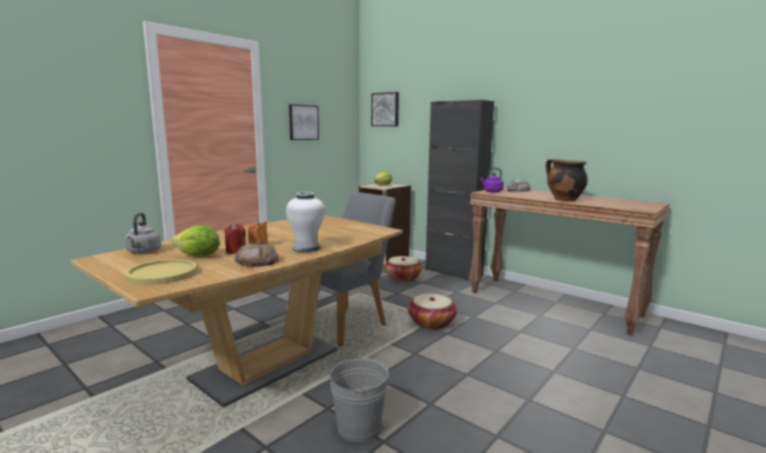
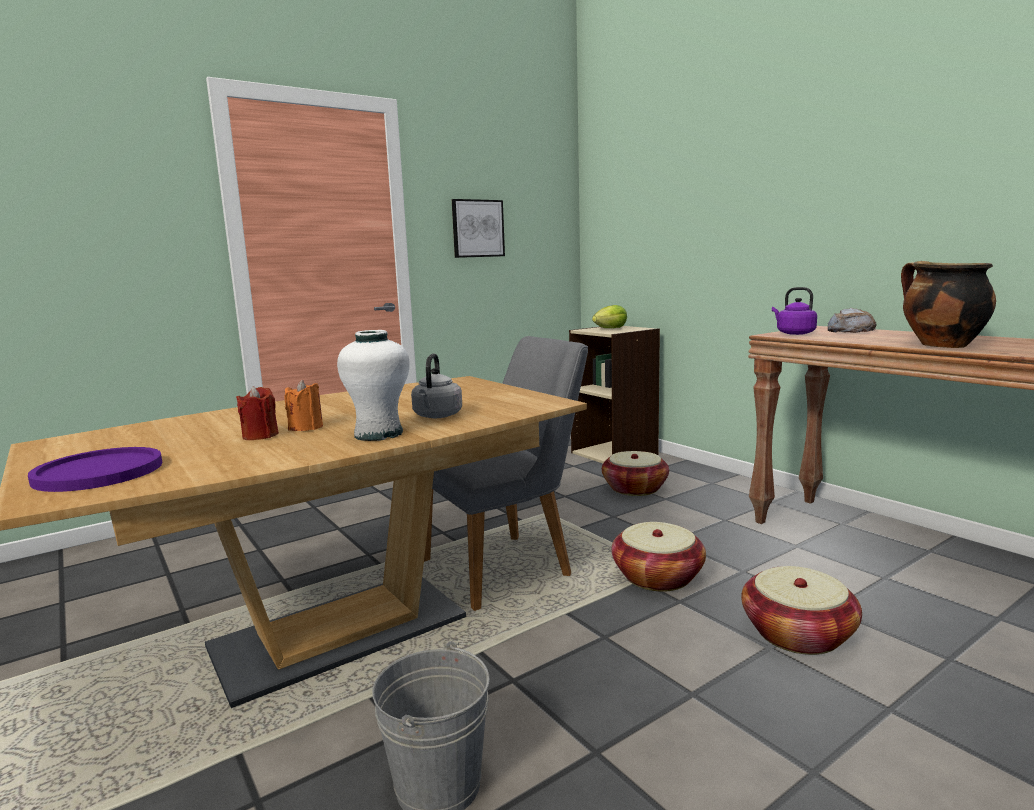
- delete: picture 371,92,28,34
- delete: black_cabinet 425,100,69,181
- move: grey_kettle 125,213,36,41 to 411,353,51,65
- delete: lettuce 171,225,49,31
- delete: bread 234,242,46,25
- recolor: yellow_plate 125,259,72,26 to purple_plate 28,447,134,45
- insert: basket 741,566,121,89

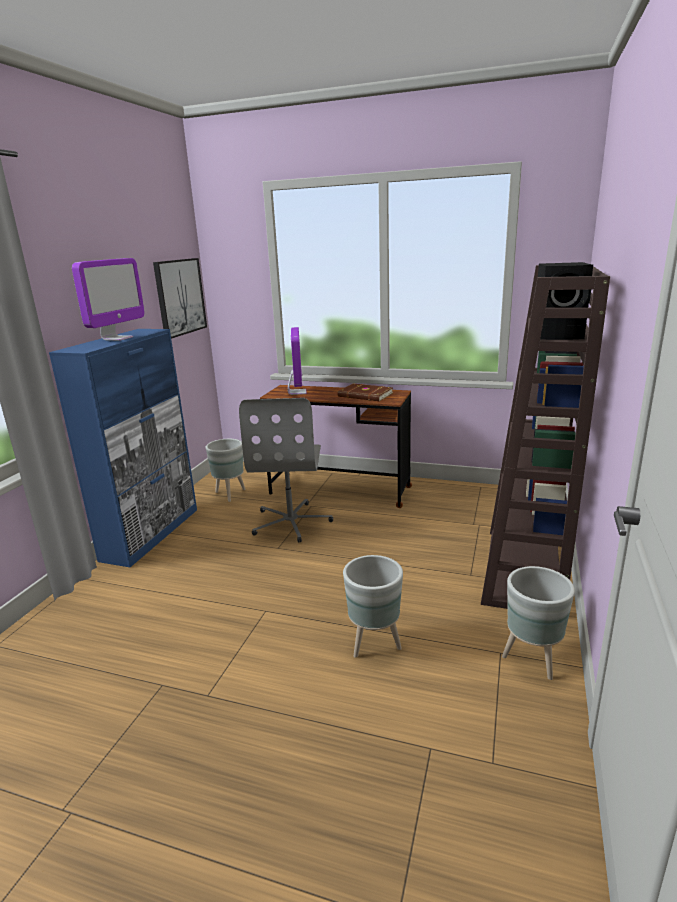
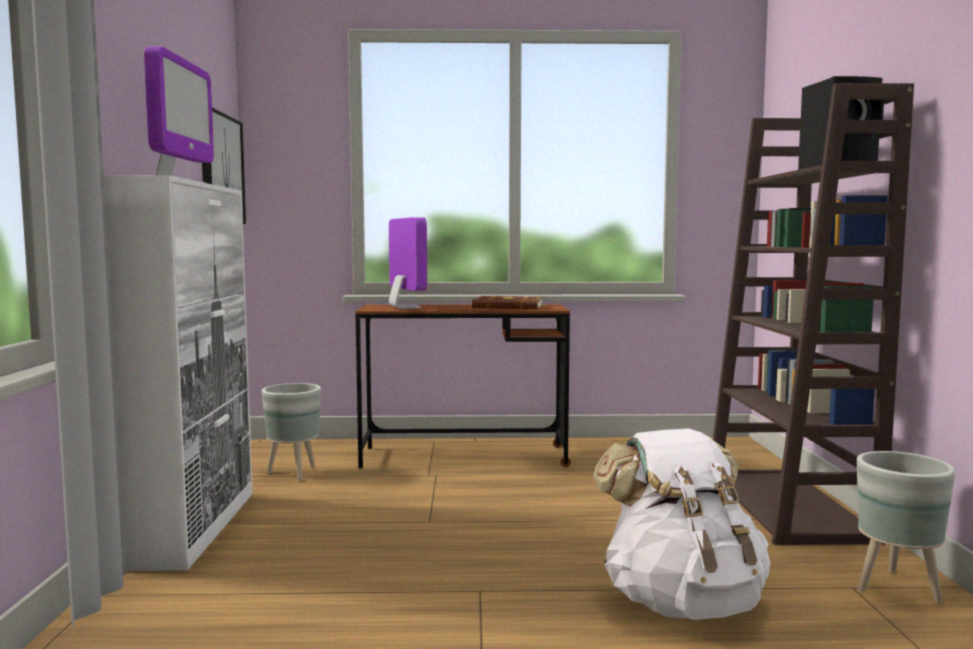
- recolor: blue_cabinet 49,329,148,238 to white_cabinet 104,175,148,396
- delete: grey_office_chair 239,398,94,145
- replace: grey_planter 343,555,60,103 to white_backpack 593,428,177,192

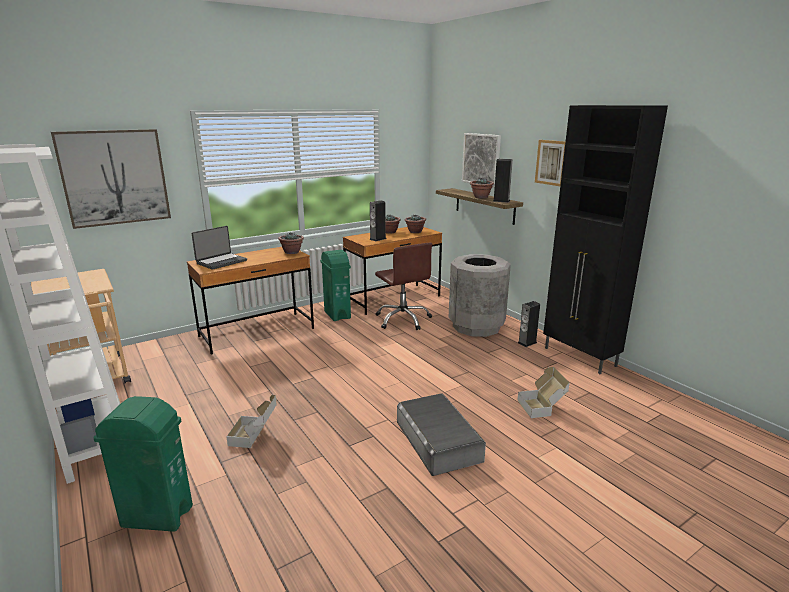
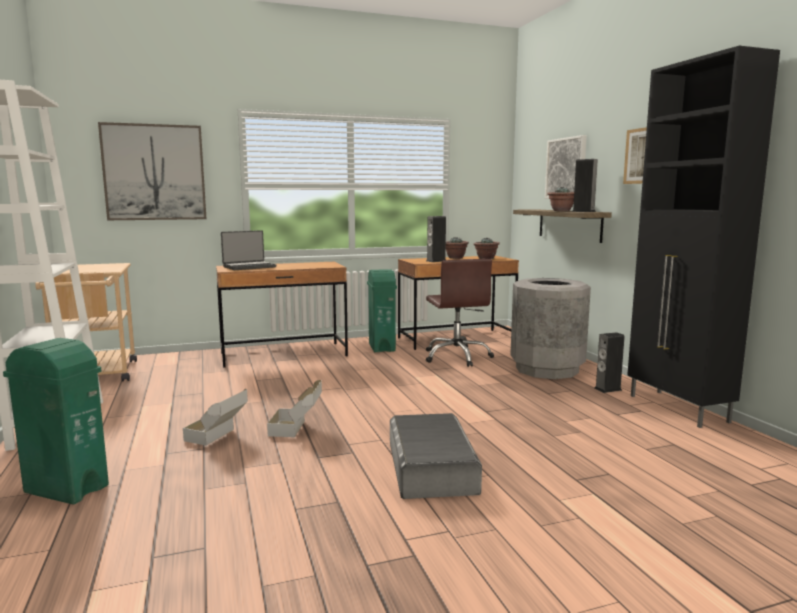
- delete: potted_plant 278,232,26,22
- move: cardboard_box 517,367,53,51 to 267,380,55,57

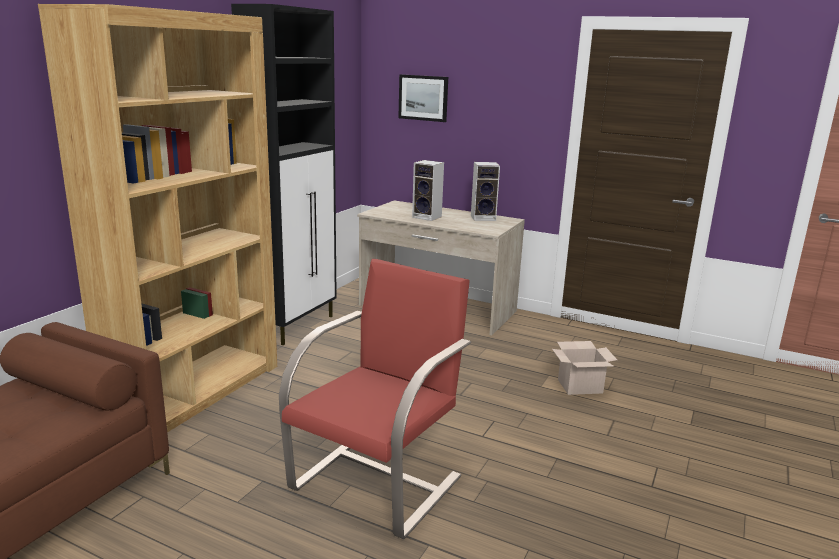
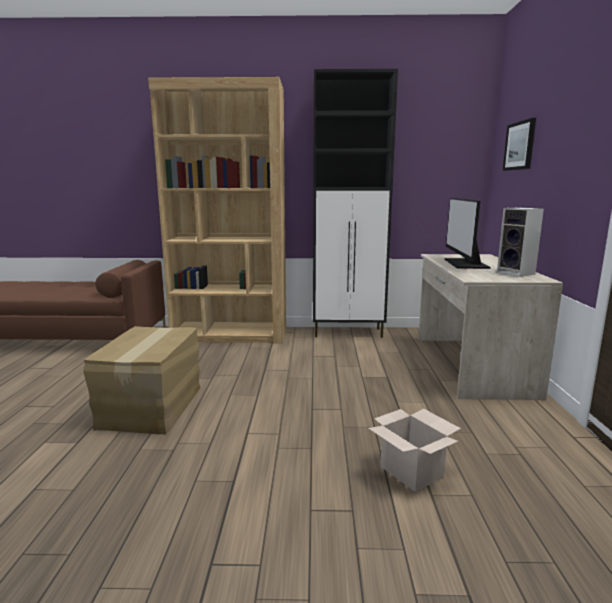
- replace: speaker 412,160,32,61 to monitor 445,198,45,71
- replace: red_armchair 279,259,192,280 to cardboard_box 84,326,116,108

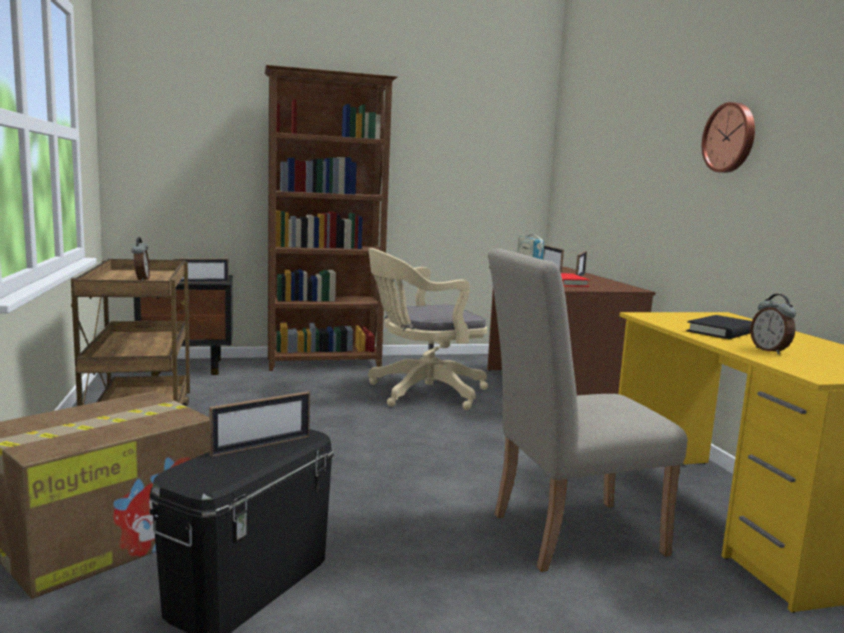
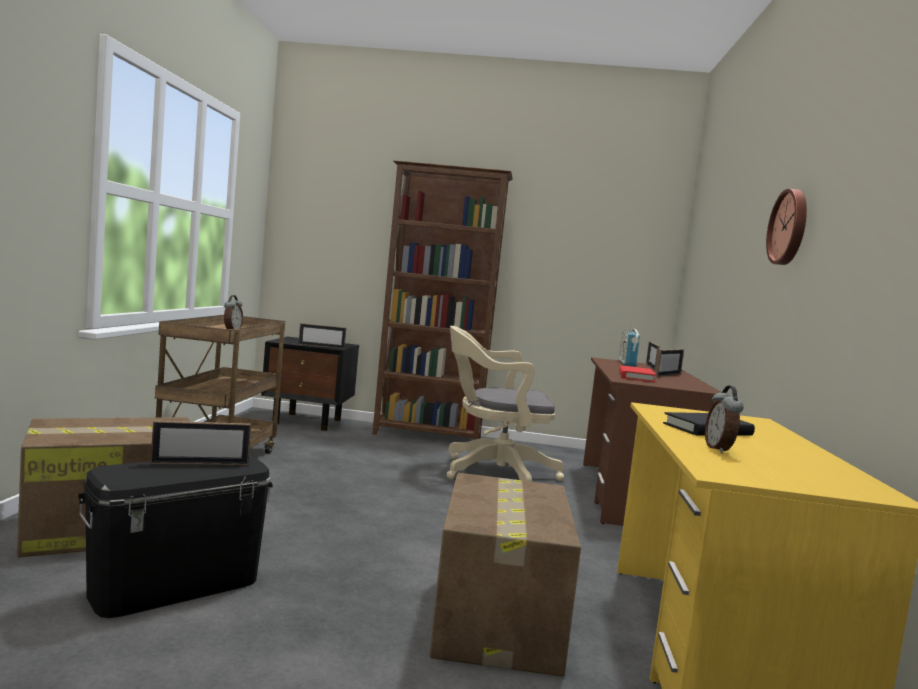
- replace: beige_chair 488,248,199,324 to cardboard_box 430,473,151,204

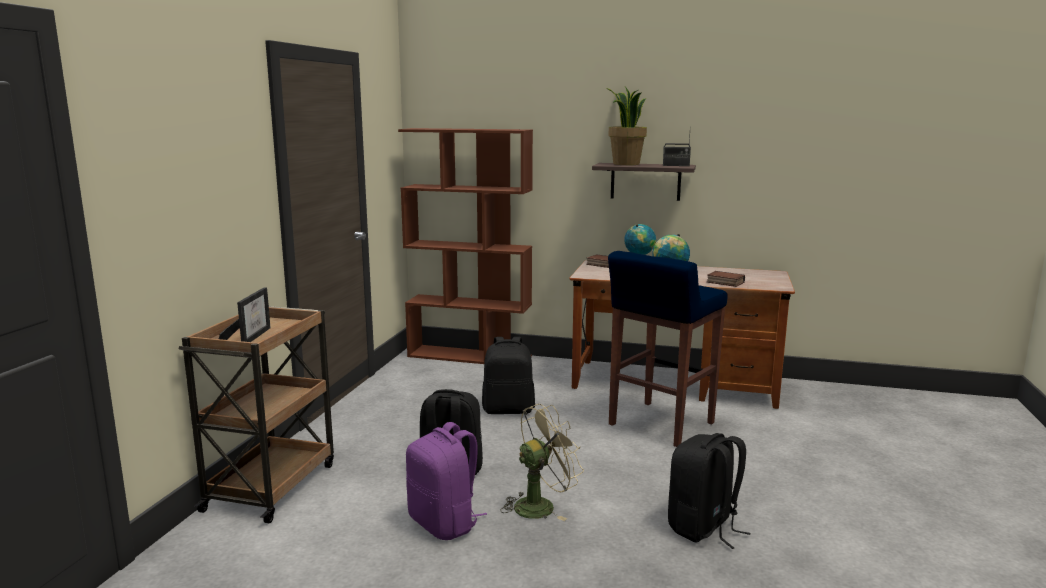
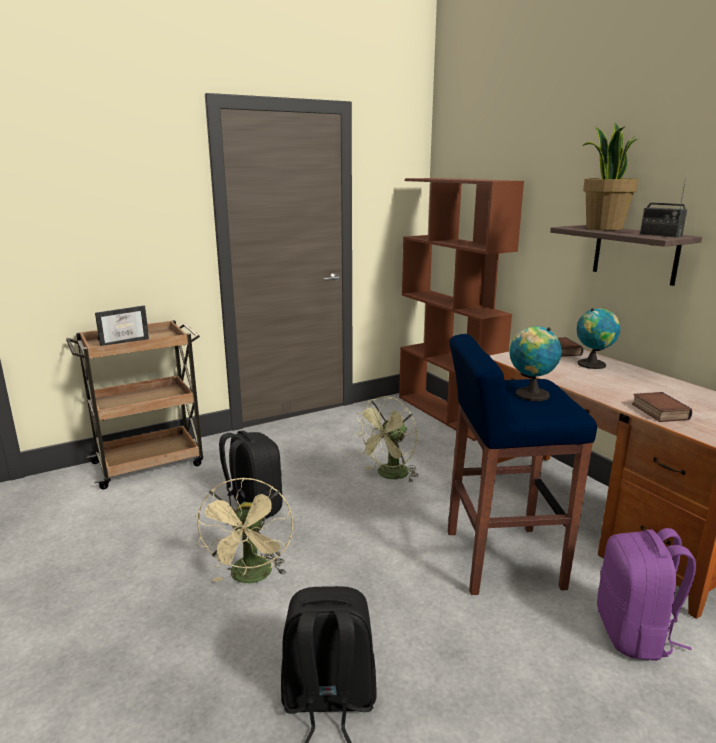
- replace: black_backpack 482,337,53,77 to green_fan 354,396,65,87
- rotate: beige_fan 502,404,82,117 = 196,478,97,105 75 degrees clockwise
- move: purple_backpack 406,422,81,118 to 597,528,99,133

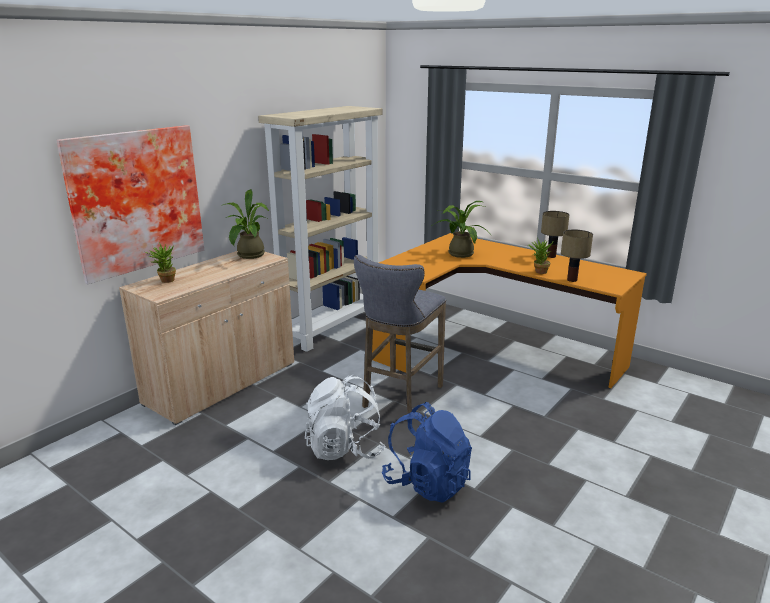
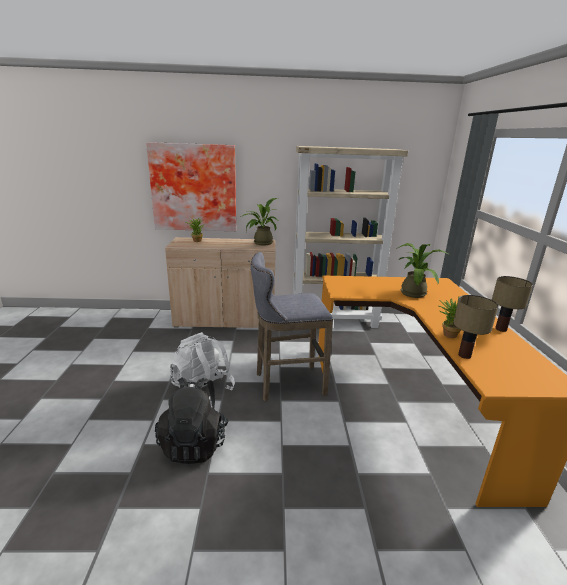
- recolor: blue_backpack 382,402,90,101 to black_backpack 155,377,74,87

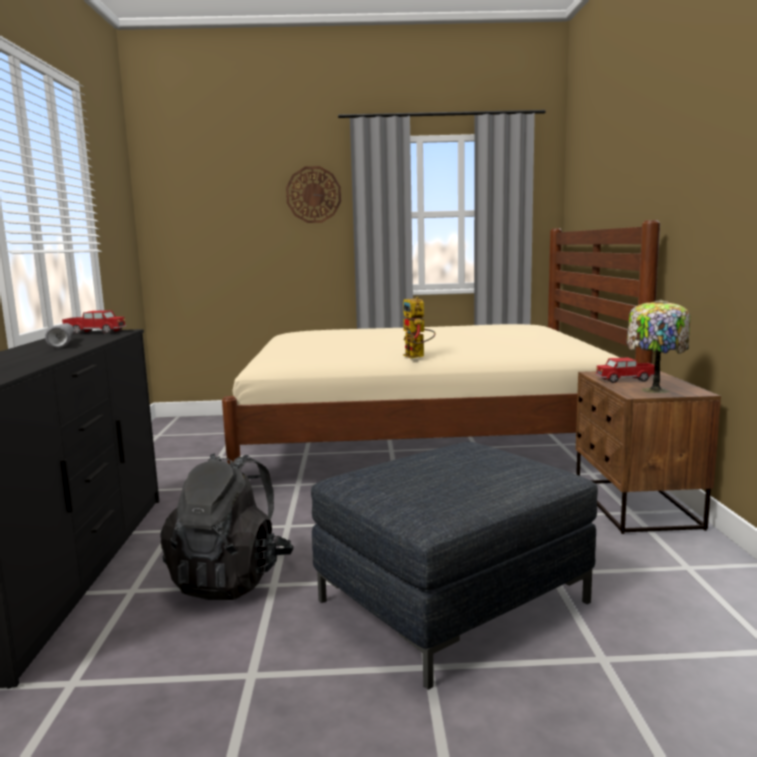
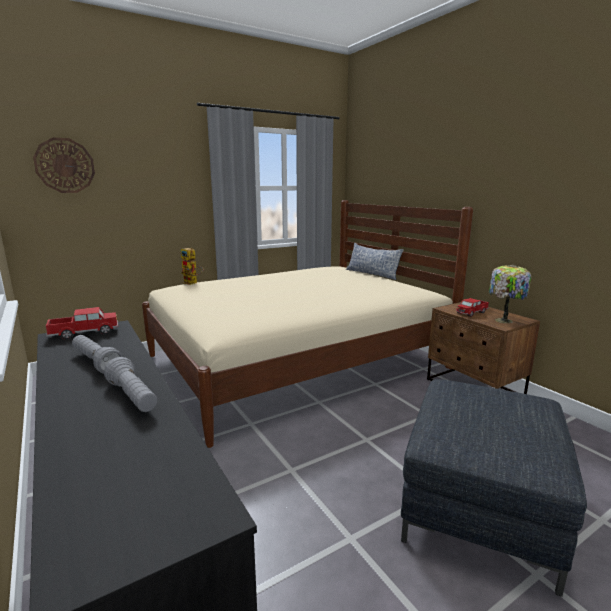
- move: wall_clock 286,166,55,57 to 33,137,62,56
- move: toy_robot 403,297,32,61 to 181,248,23,37
- delete: black_backpack 160,453,134,147
- insert: pillow 346,243,58,37
- insert: grey_flashlight 104,357,54,55

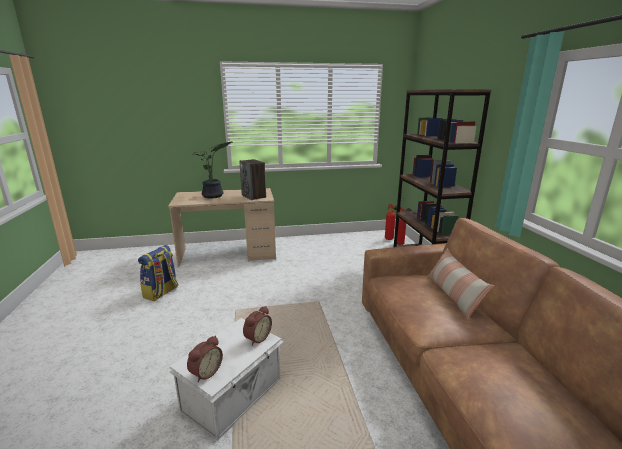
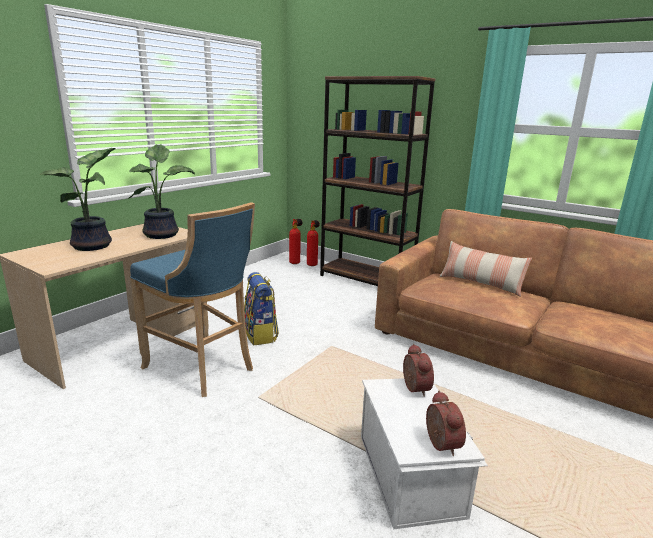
- replace: speaker 239,159,27,41 to potted_plant 128,144,67,95
- move: backpack 138,245,40,56 to 244,272,35,73
- insert: blue_stool 130,202,125,195

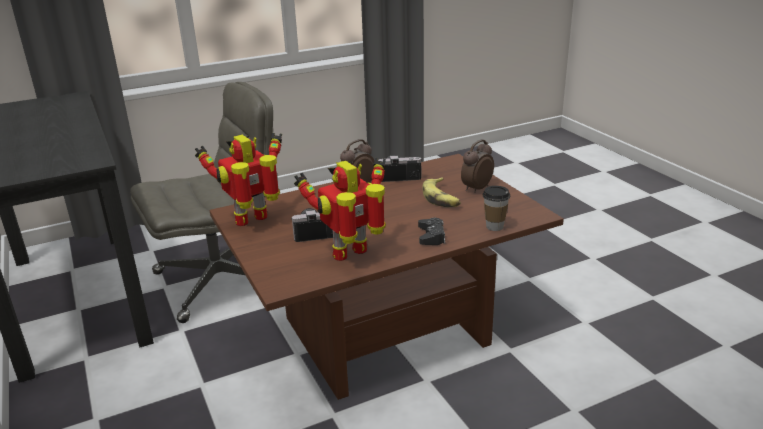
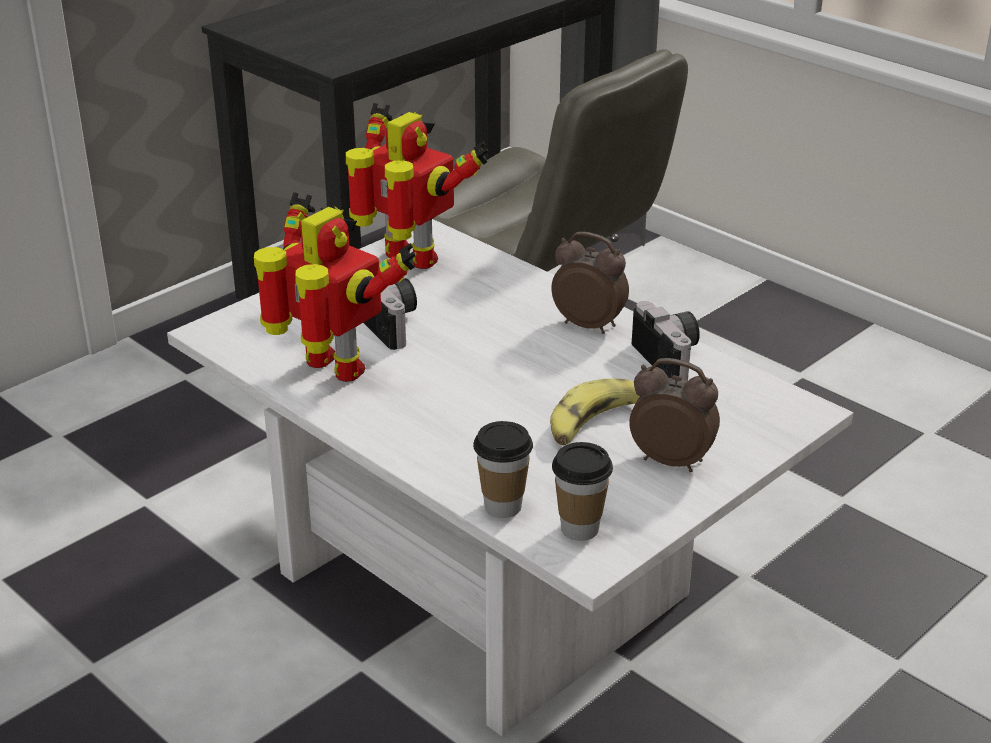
- recolor: brown_coffee_table 209,154,355,246 to white_coffee_table 167,219,686,517
- delete: black_game_controller 418,218,28,27
- insert: cup 552,442,61,99

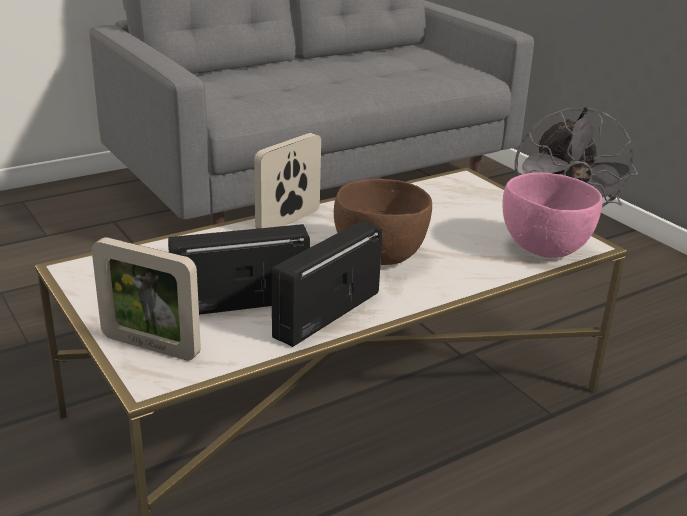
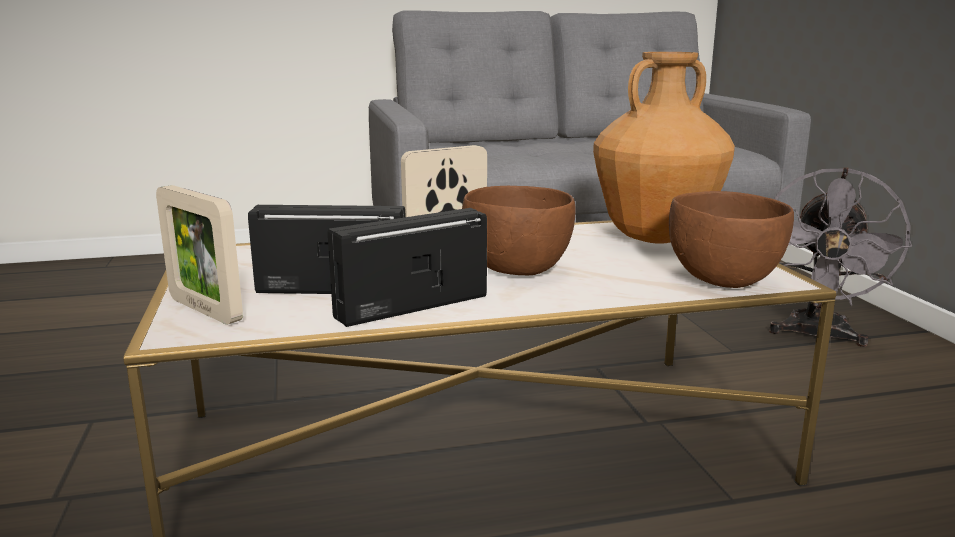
- recolor: pink_bowl 502,172,100,86 to brown_bowl 669,191,125,97
- insert: brown_vase 593,52,142,192

